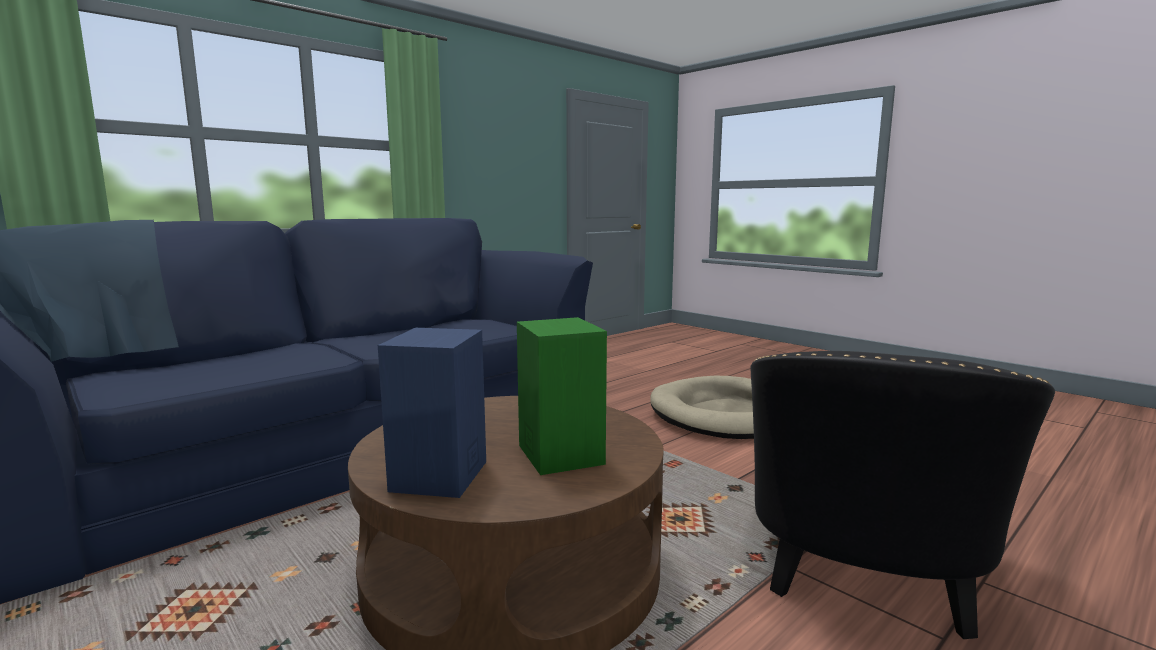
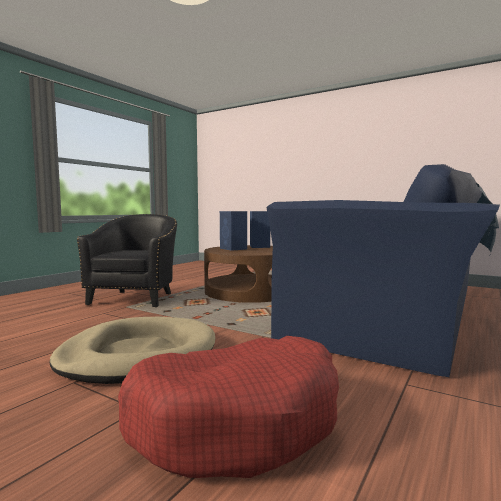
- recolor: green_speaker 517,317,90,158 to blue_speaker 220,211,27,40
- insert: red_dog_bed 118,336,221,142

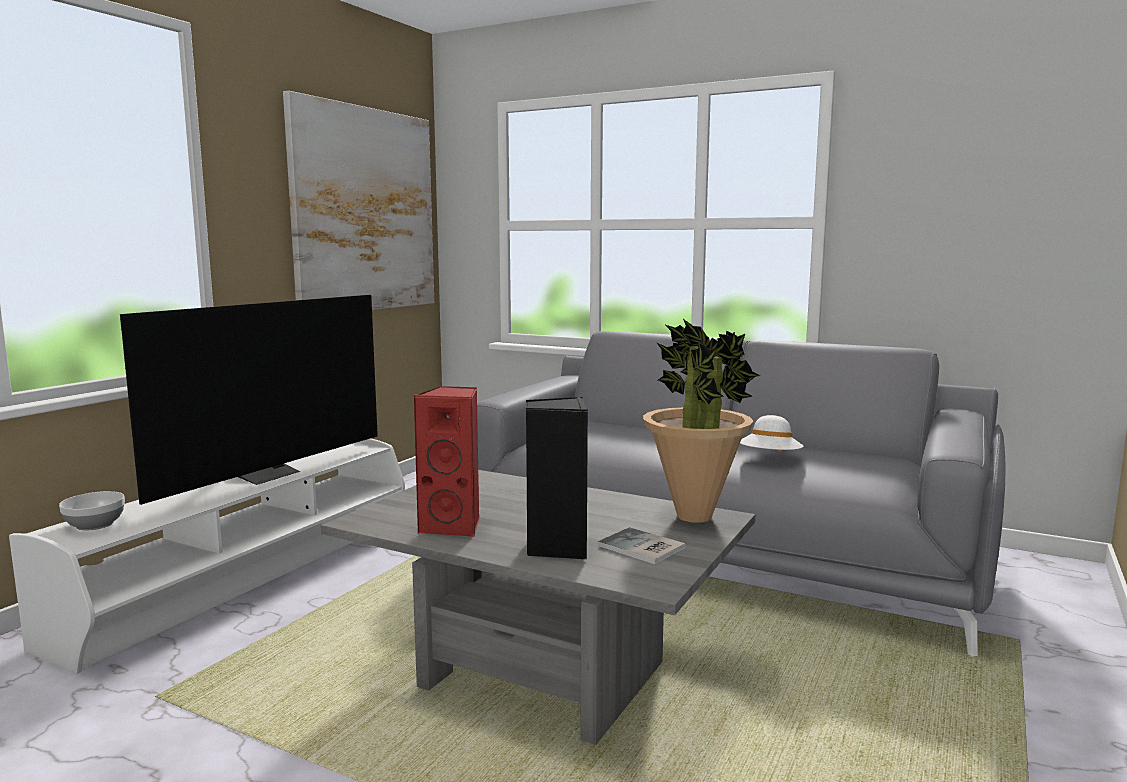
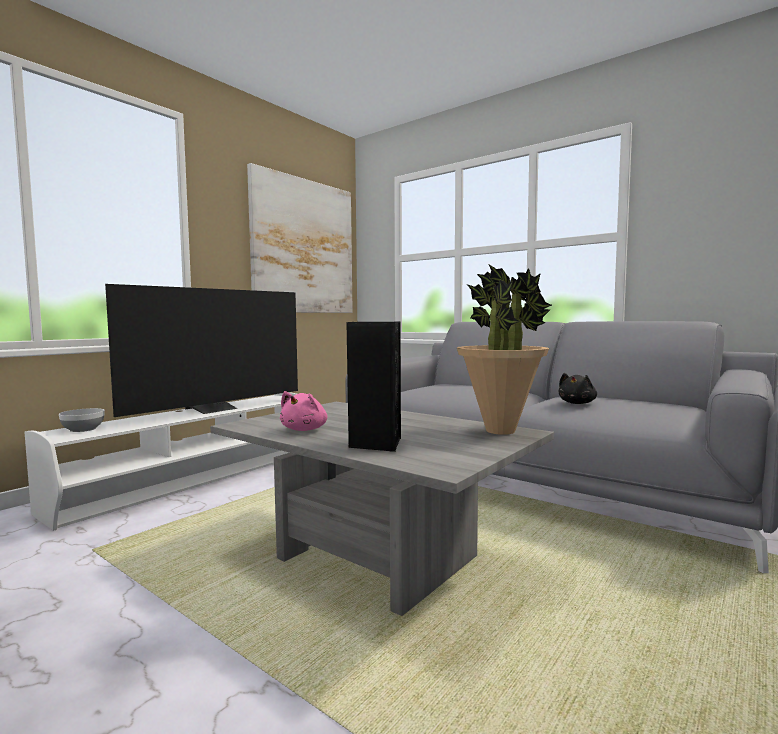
- replace: red_speaker 413,386,67,152 to pink_plush_toy 280,391,47,40
- replace: white_hat 740,415,63,37 to black_plush_toy 559,373,38,31
- delete: book 598,527,88,37

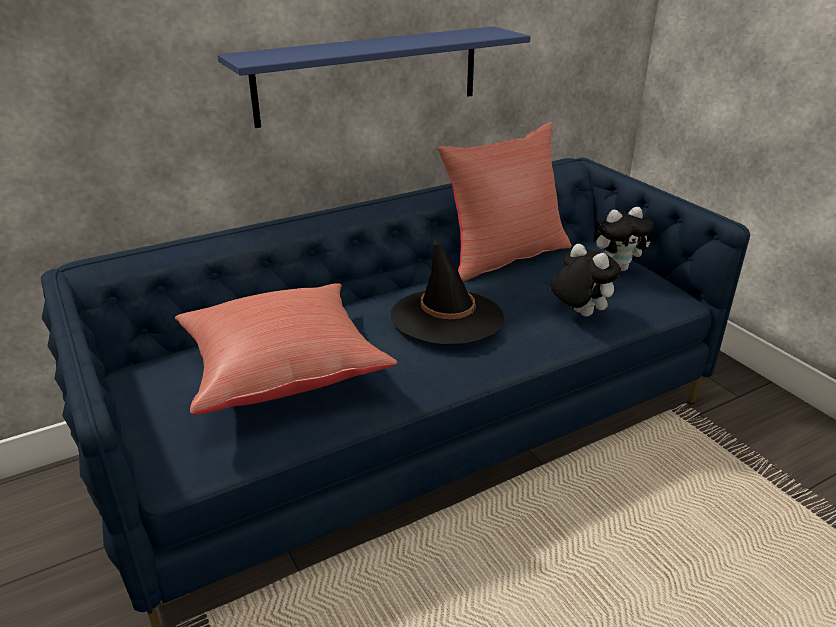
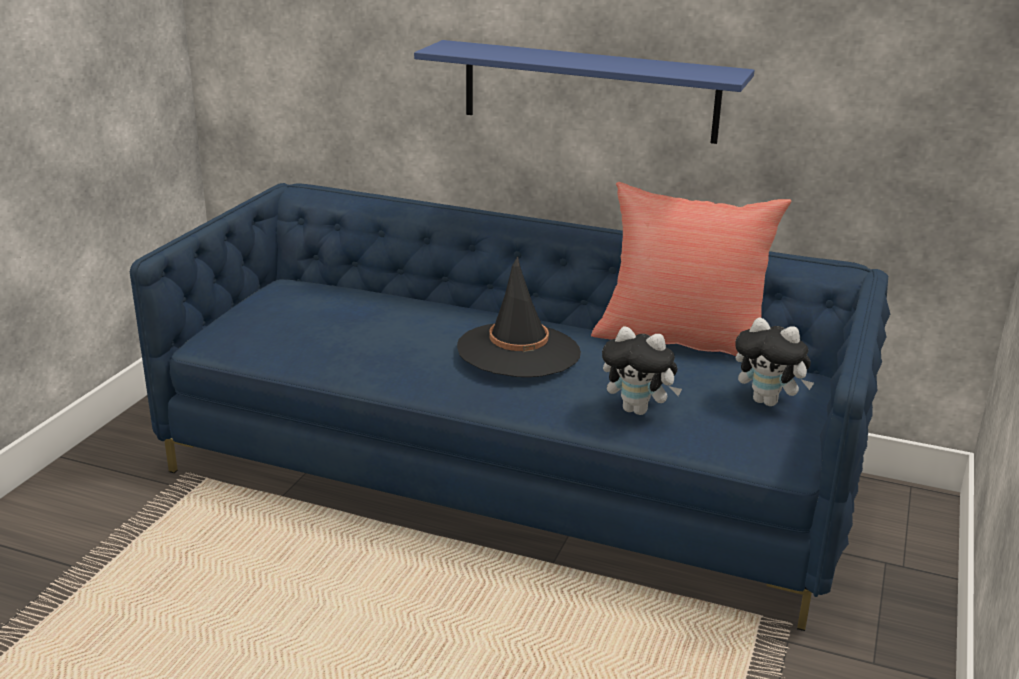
- rotate: plush_toy 550,244,71,73 = 602,326,80,89 105 degrees clockwise
- delete: red_pillow 175,283,222,132

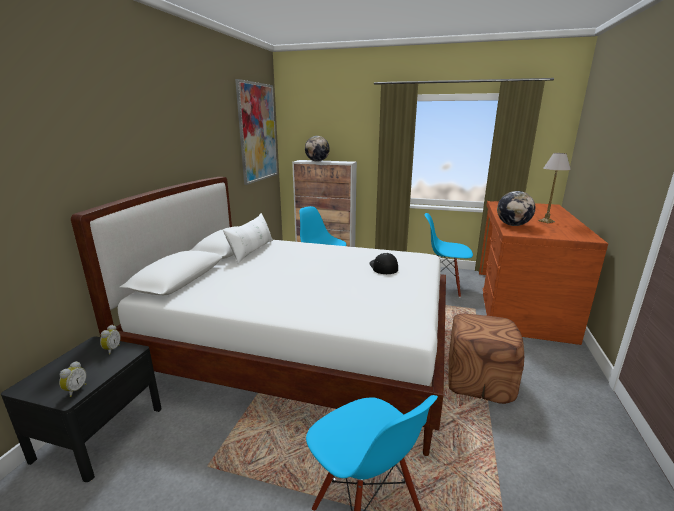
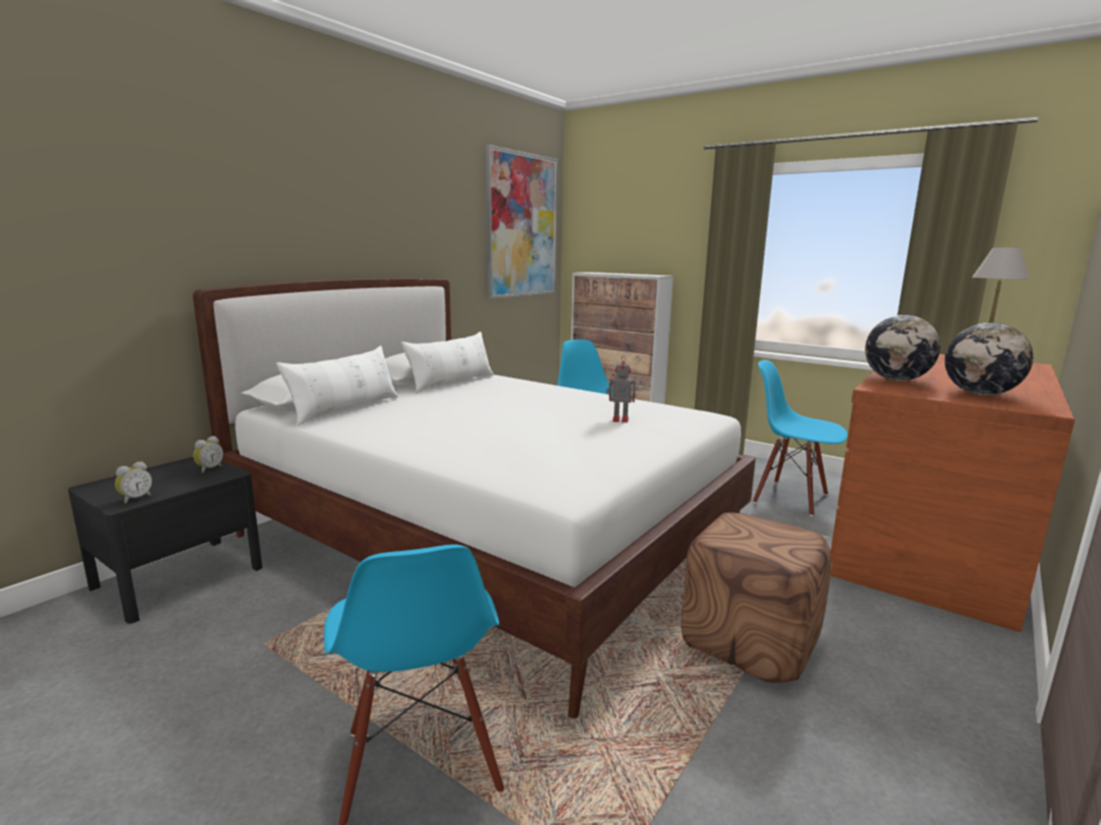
- move: globe 305,136,25,26 to 945,323,88,72
- replace: cap 369,253,29,21 to toy_robot 606,356,30,67
- insert: white_pillow 276,346,123,80

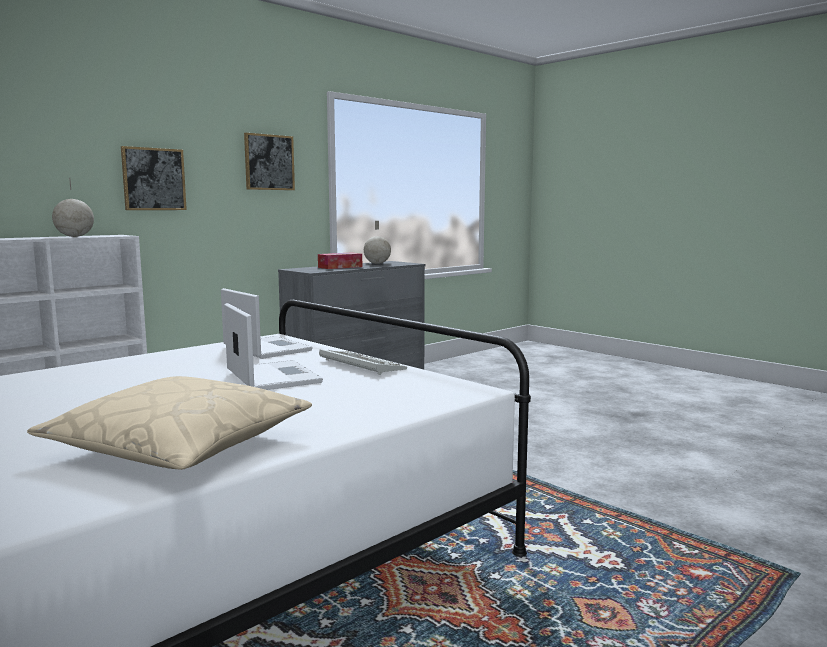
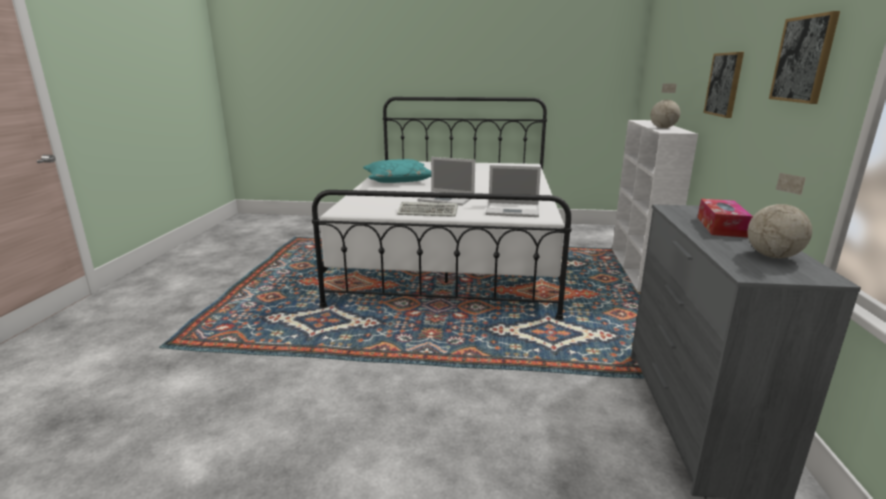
- recolor: beige_pillow 27,376,285,94 to turquoise_pillow 363,159,68,24

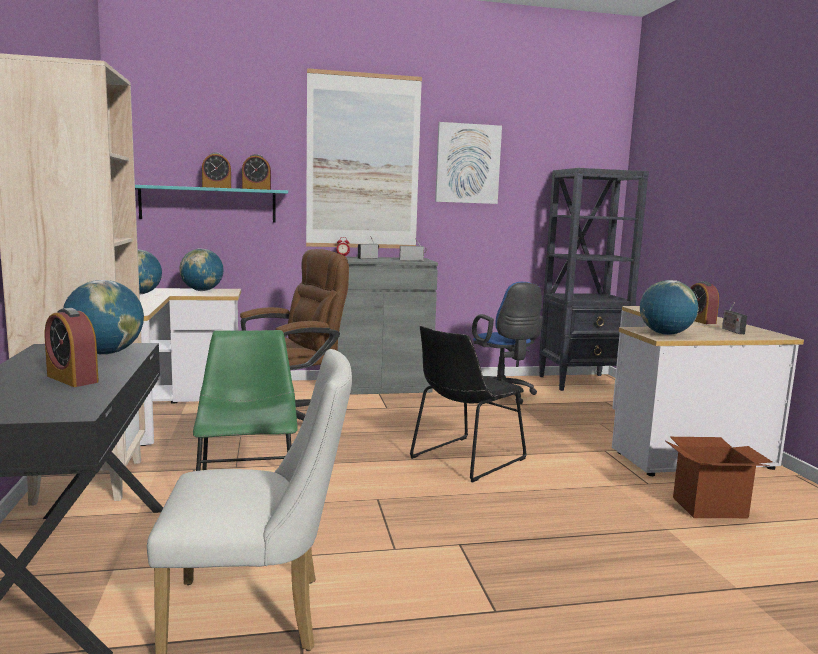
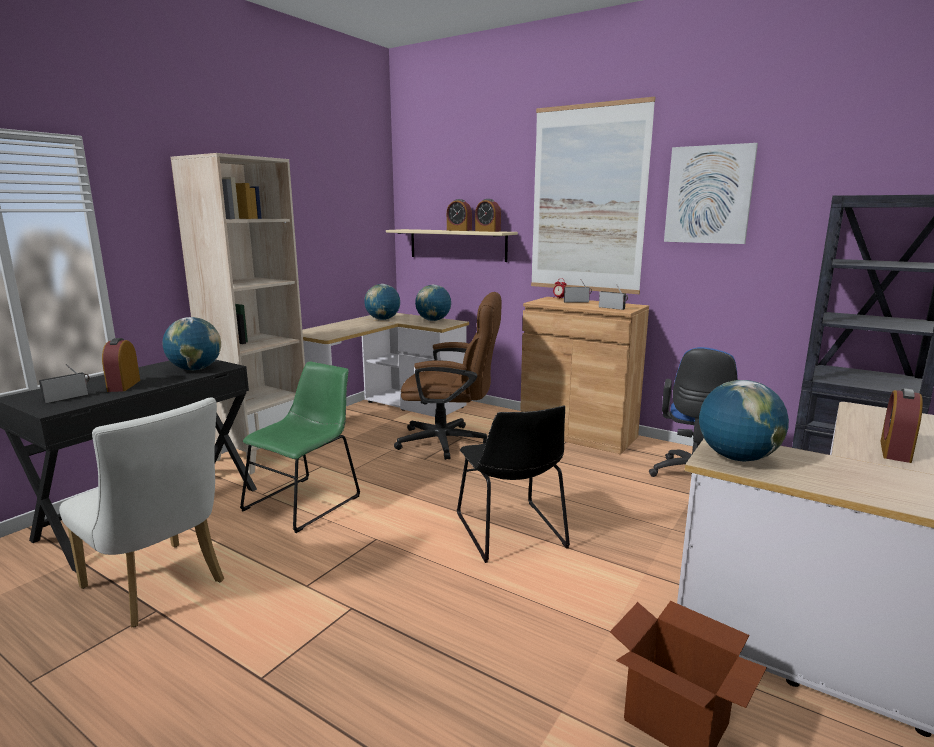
- recolor: turquoise_shelf 135,185,153,38 to beige_shelf 386,229,132,33
- recolor: grey_cabinet 338,257,100,138 to brown_cabinet 520,297,129,157
- move: radio 722,302,25,32 to 39,364,50,39
- rotate: black_chair 410,326,117,157 = 457,406,113,157 105 degrees counterclockwise

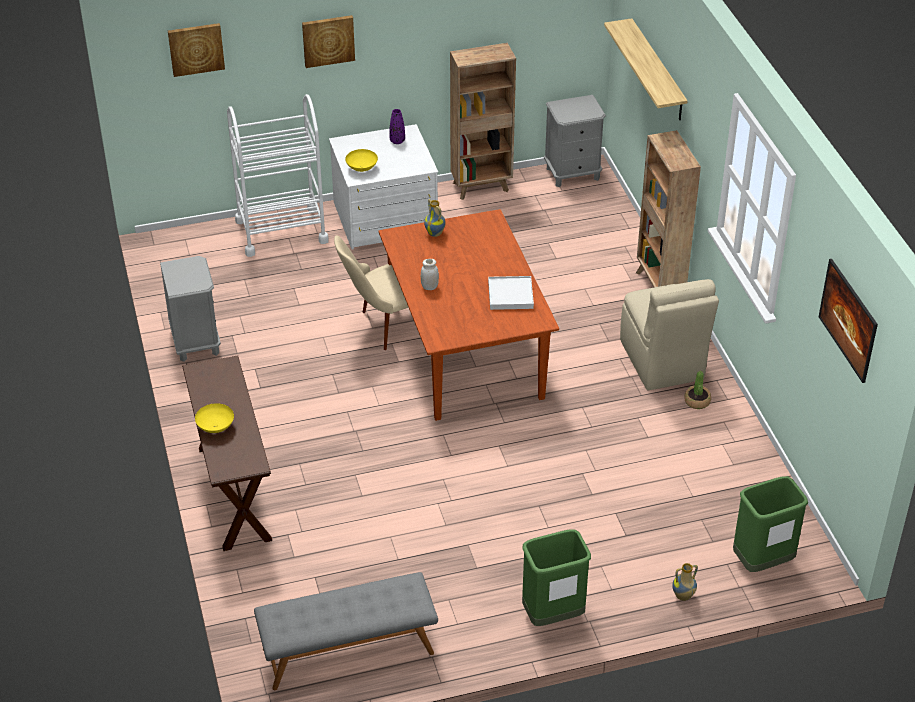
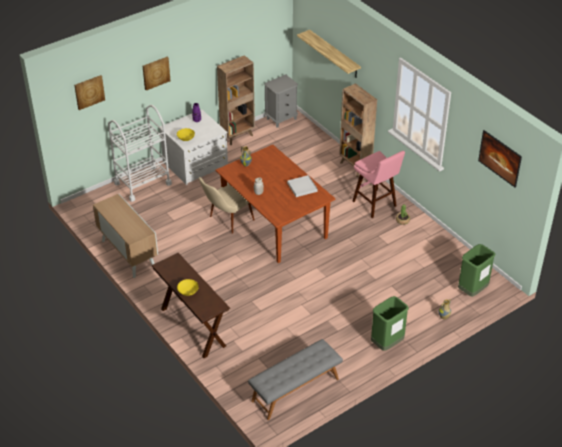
- replace: grey_nightstand 160,256,61,106 to cabinet 93,194,65,84
- replace: beige_chair 620,279,99,111 to pink_stool 352,151,53,67

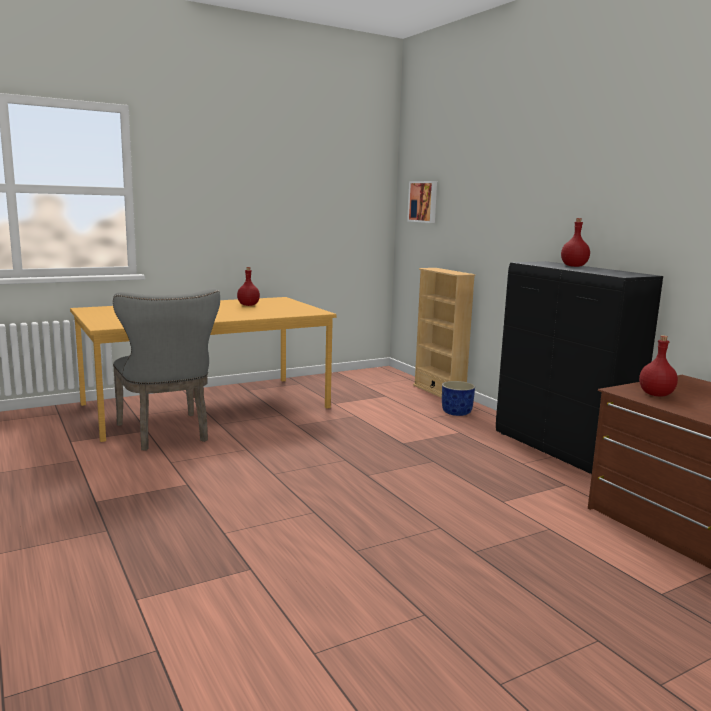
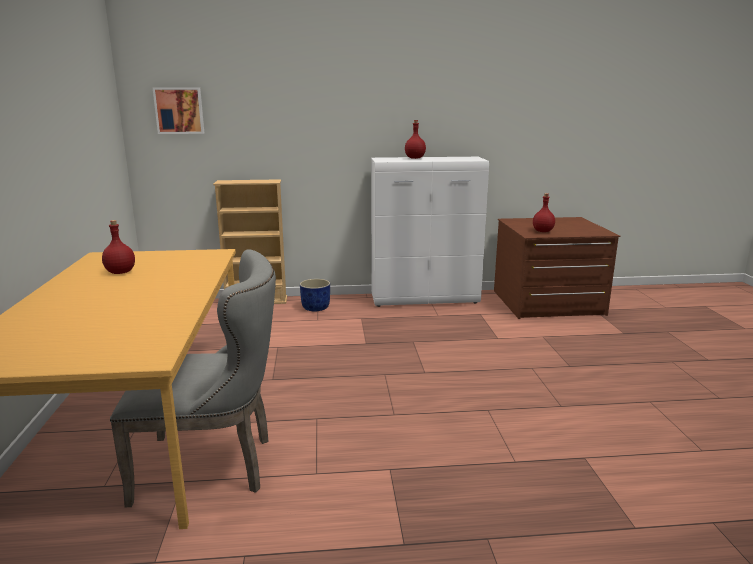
- recolor: black_cabinet 496,261,167,213 to white_cabinet 371,157,118,150

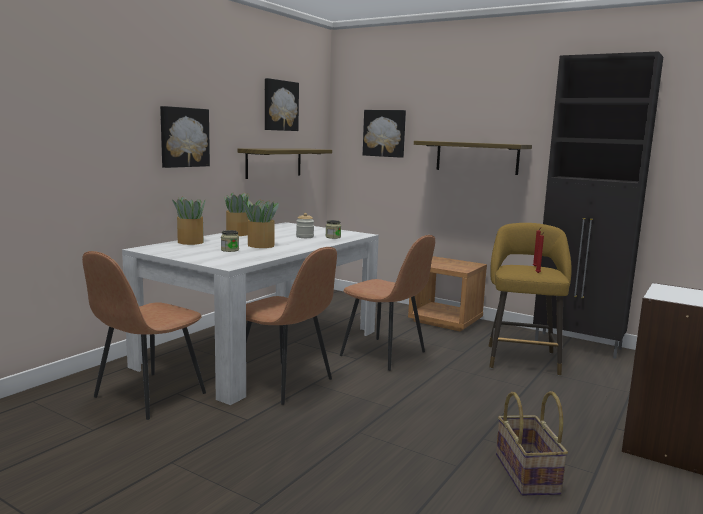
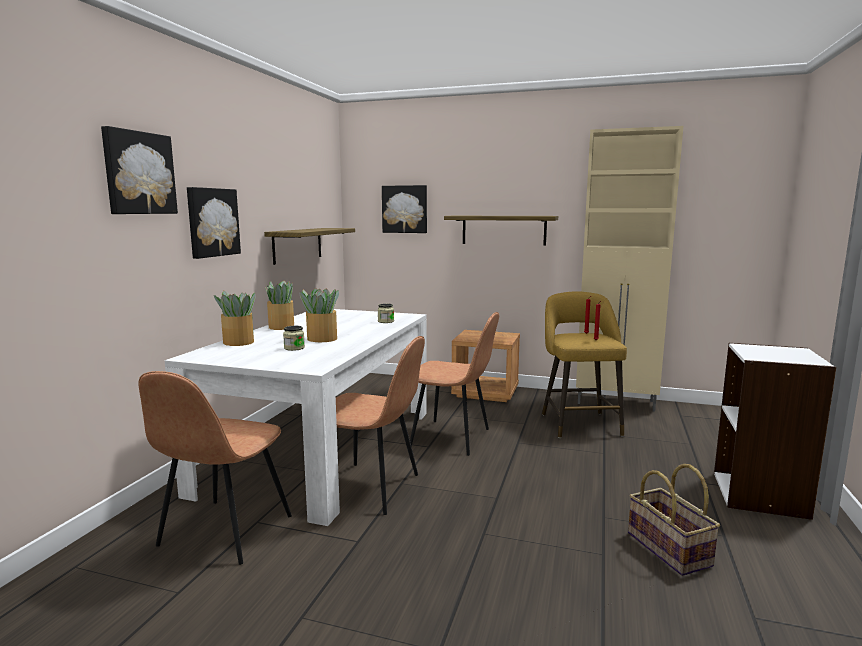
- recolor: black_cabinet 533,51,130,308 to beige_cabinet 576,126,107,286
- move: picture 265,78,34,53 to 101,126,77,88
- delete: jar 296,213,18,25

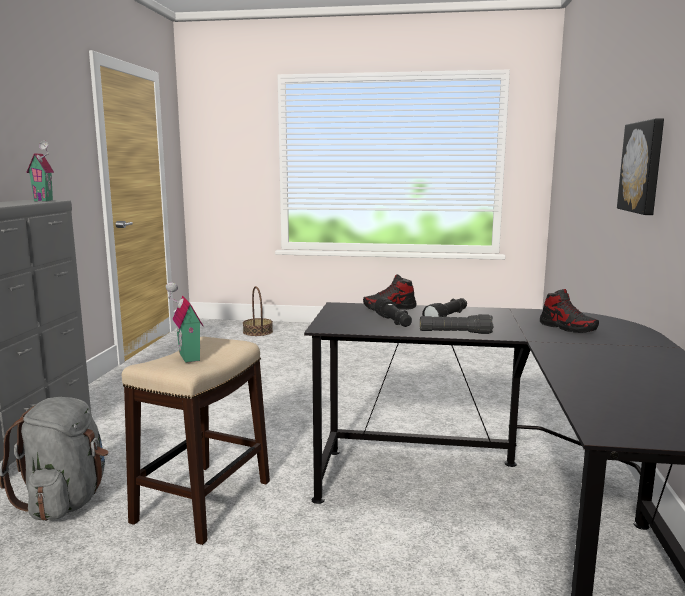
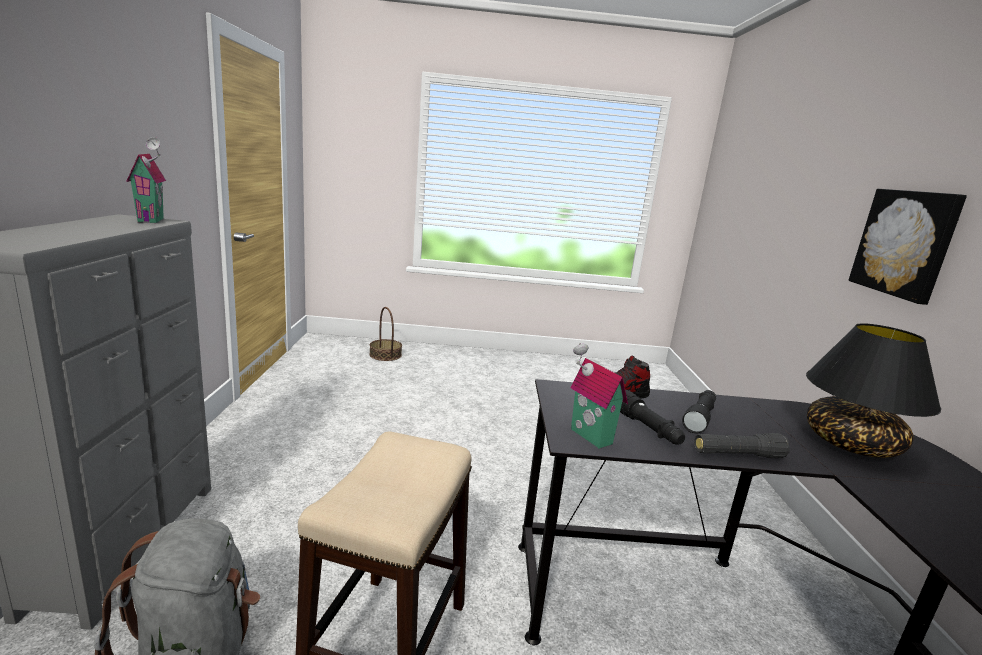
- move: toy_house 166,282,37,81 to 570,343,58,106
- replace: shoe 540,289,59,44 to black_table_lamp 806,323,135,135

